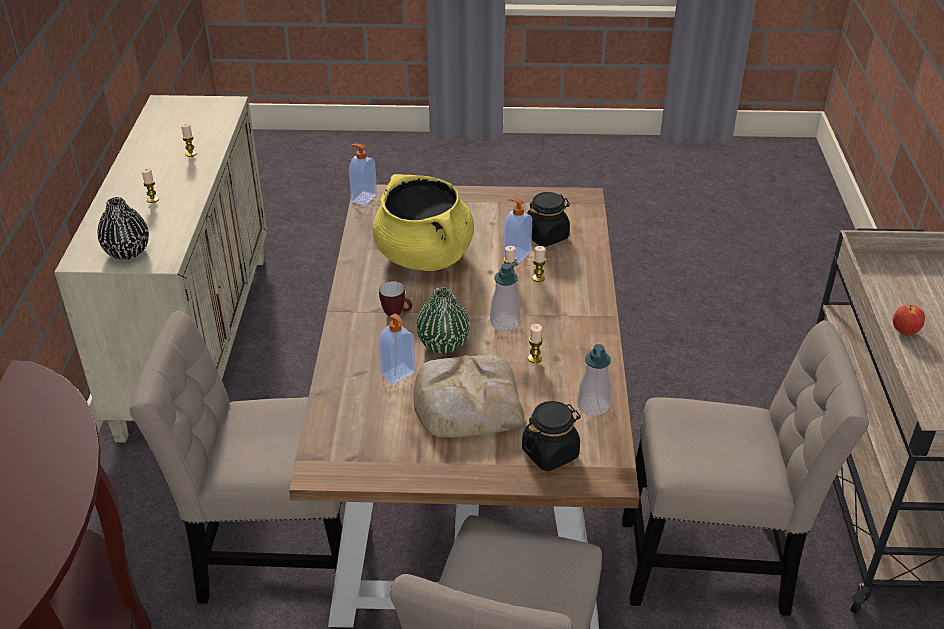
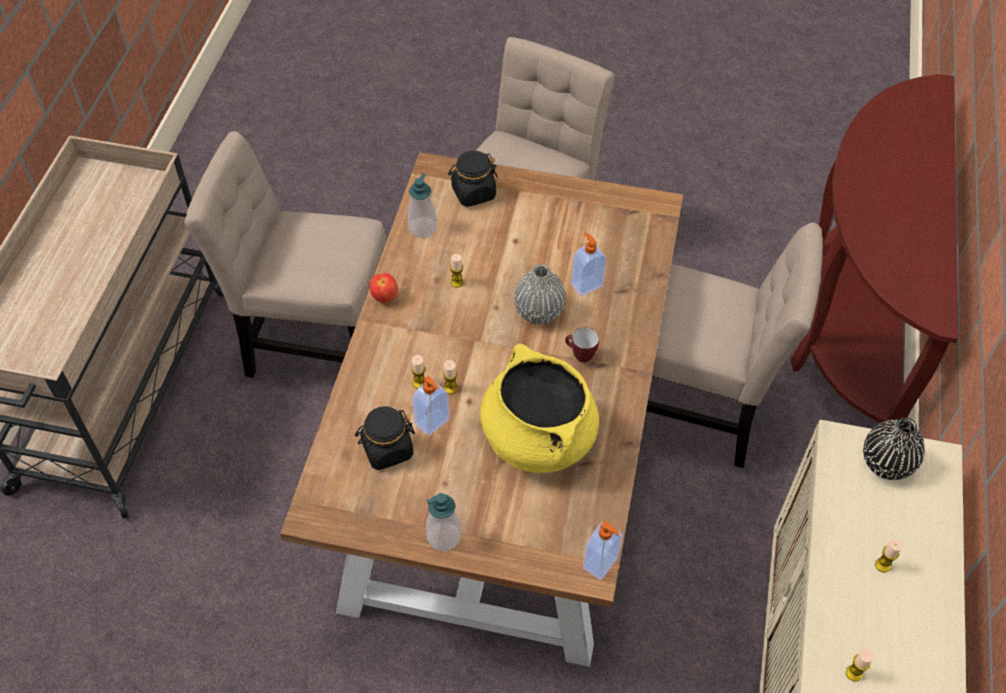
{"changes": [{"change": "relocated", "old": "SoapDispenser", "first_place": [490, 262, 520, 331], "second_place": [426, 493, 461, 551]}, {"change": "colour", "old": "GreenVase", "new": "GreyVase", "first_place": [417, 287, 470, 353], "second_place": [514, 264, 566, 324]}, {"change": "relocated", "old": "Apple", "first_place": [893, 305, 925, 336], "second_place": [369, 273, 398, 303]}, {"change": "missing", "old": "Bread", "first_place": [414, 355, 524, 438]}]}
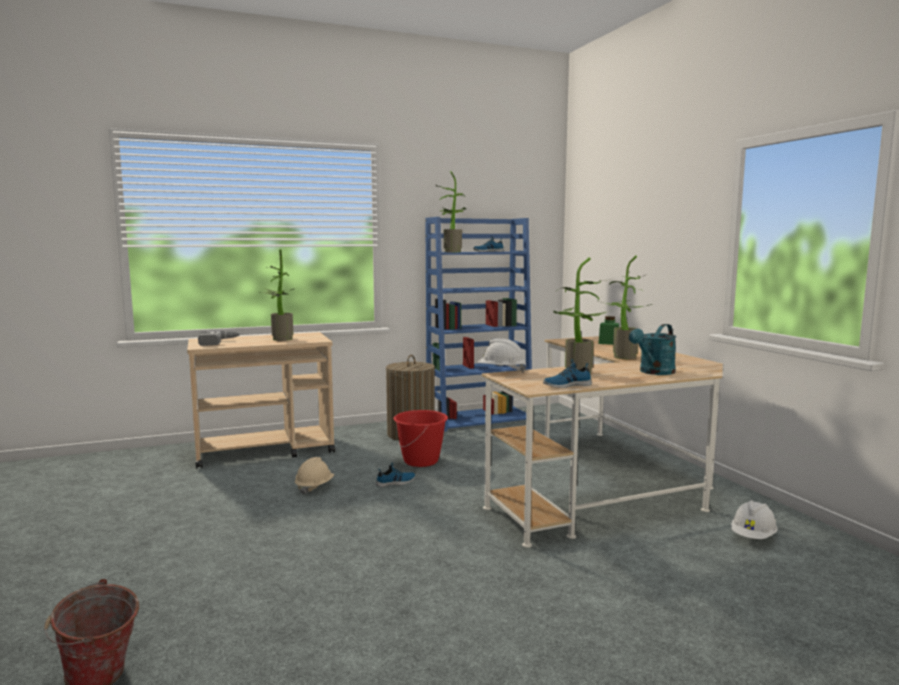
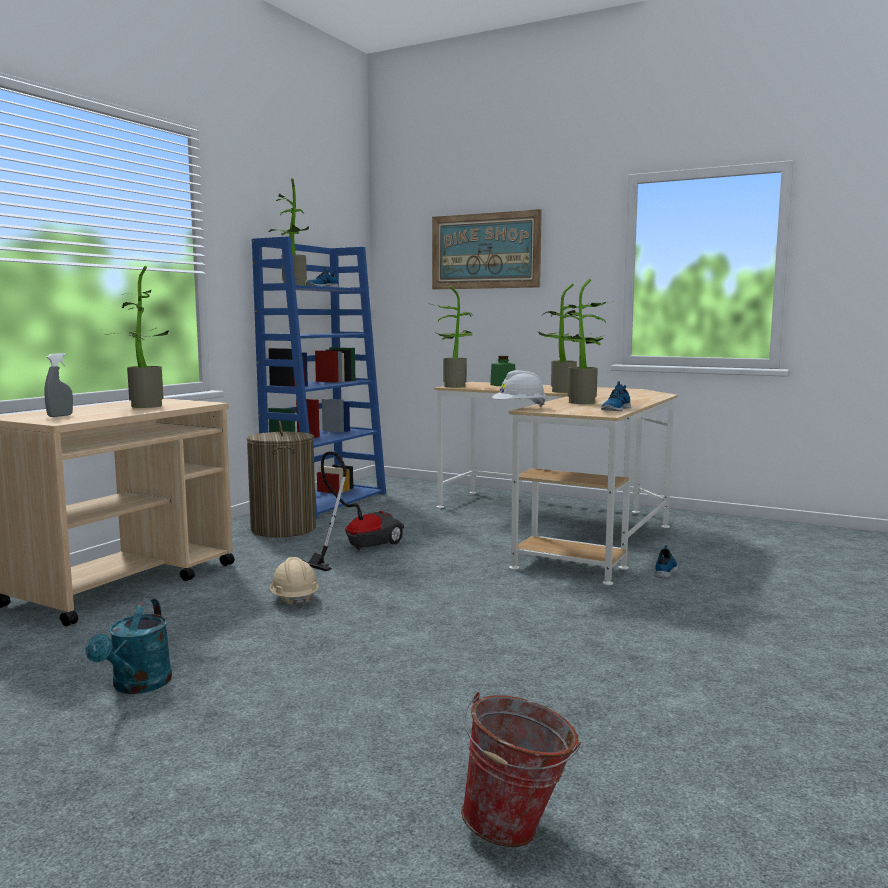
{"changes": [{"change": "relocated", "old": "TurquoiseWateringCan", "first_place": [629, 324, 676, 375], "second_place": [86, 598, 172, 694]}, {"change": "exchanged", "old": "PowerDrill", "new": "GreySprayBottle", "first_place": [198, 330, 241, 346], "second_place": [44, 353, 73, 417]}, {"change": "exchanged", "old": "RedBucket", "new": "VacuumCleaner", "first_place": [394, 410, 448, 467], "second_place": [302, 452, 404, 571]}, {"change": "relocated", "old": "Shoe", "first_place": [376, 463, 416, 487], "second_place": [654, 545, 678, 578]}, {"change": "missing", "old": "WhiteHardHat", "first_place": [731, 500, 778, 539]}, {"change": "appeared", "new": "Picture", "second_place": [432, 209, 542, 290]}, {"change": "appeared", "new": "PottedPlant", "second_place": [431, 286, 472, 388]}]}
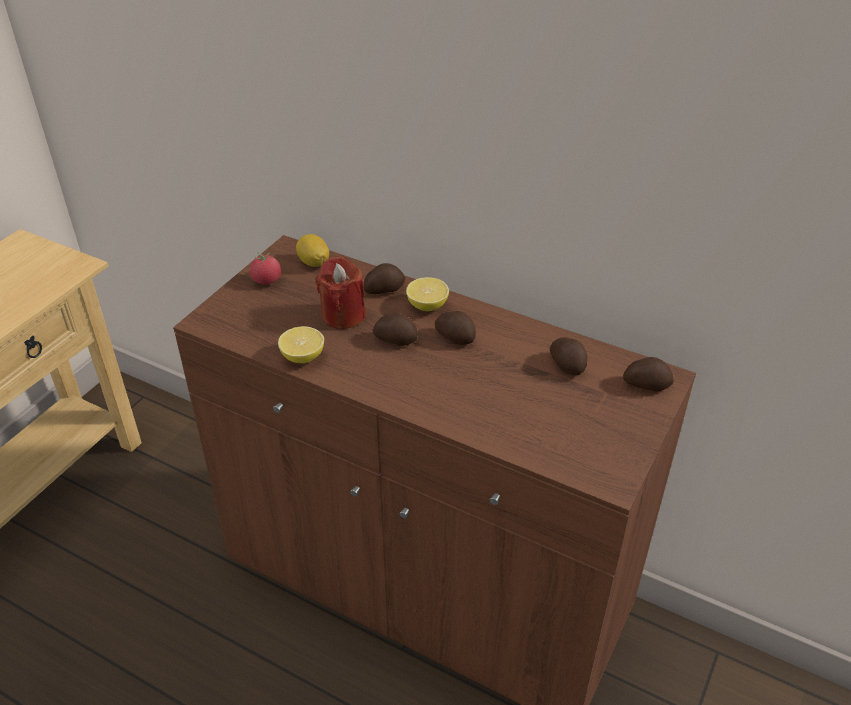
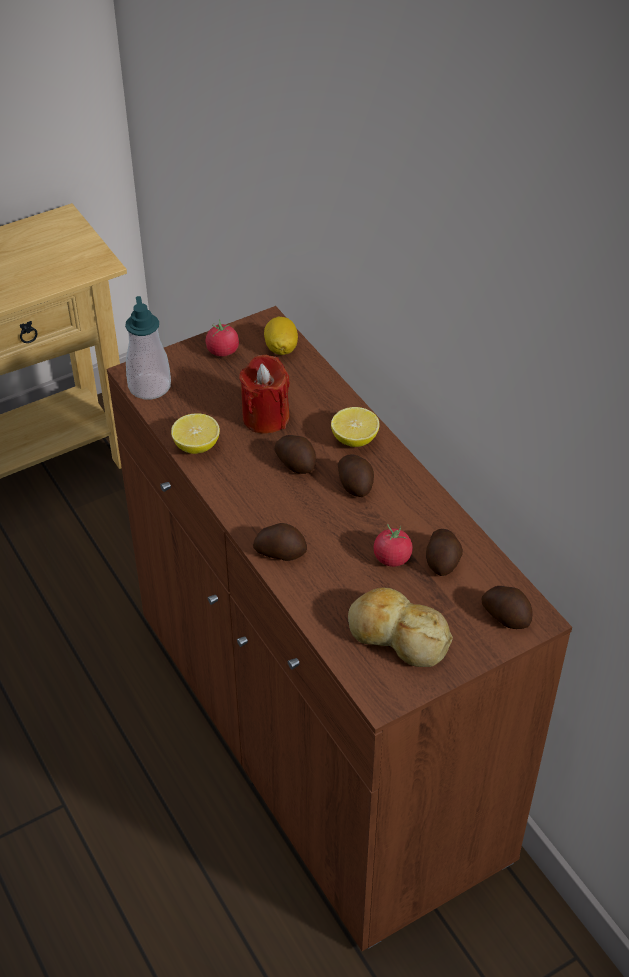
{"changes": [{"change": "relocated", "old": "Potato", "first_place": [364, 263, 405, 294], "second_place": [253, 523, 307, 561]}, {"change": "appeared", "new": "SoapDispenser", "second_place": [125, 296, 171, 399]}, {"change": "appeared", "new": "Tomato", "second_place": [374, 524, 413, 567]}, {"change": "appeared", "new": "Bread", "second_place": [348, 588, 453, 667]}]}
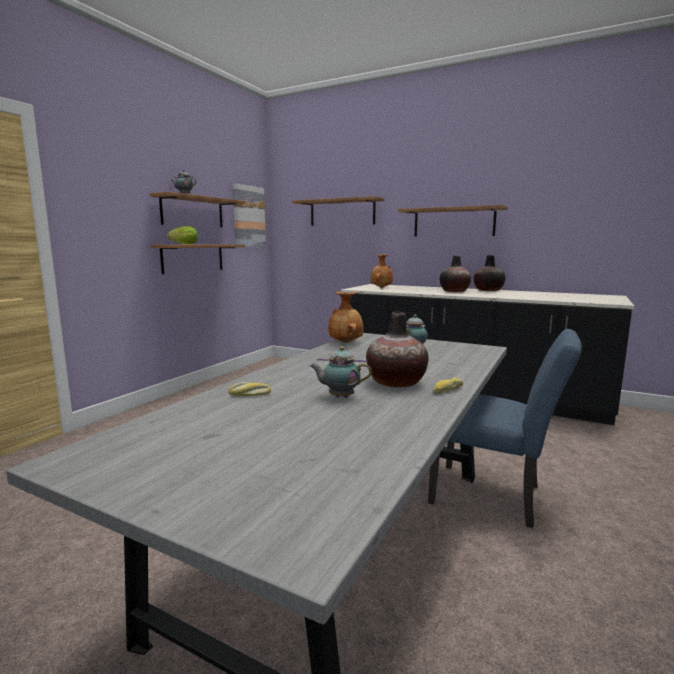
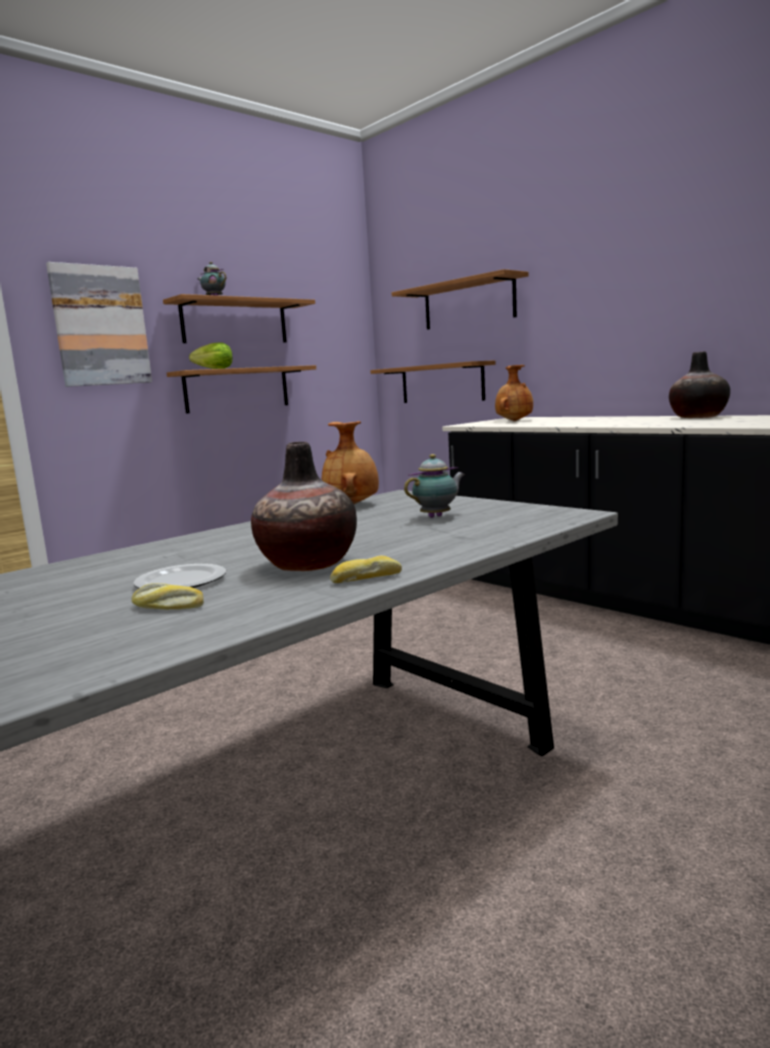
{"changes": [{"change": "relocated", "old": "Picture", "first_place": [233, 183, 266, 247], "second_place": [46, 262, 152, 387]}, {"change": "relocated", "old": "Shelf", "first_place": [398, 205, 508, 237], "second_place": [370, 360, 496, 403]}, {"change": "missing", "old": "Vase", "first_place": [440, 256, 471, 292]}, {"change": "missing", "old": "BlueChair", "first_place": [428, 329, 582, 528]}, {"change": "exchanged", "old": "Teapot", "new": "Plate", "first_place": [310, 346, 372, 398], "second_place": [134, 564, 226, 588]}, {"change": "relocated", "old": "Bread", "first_place": [228, 382, 271, 396], "second_place": [131, 583, 204, 610]}]}
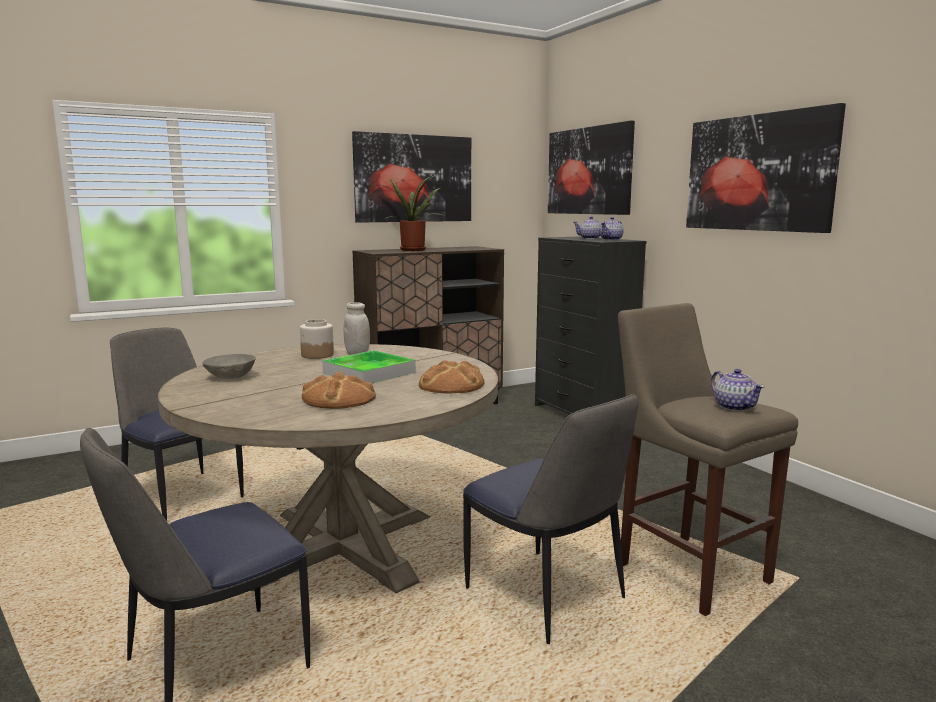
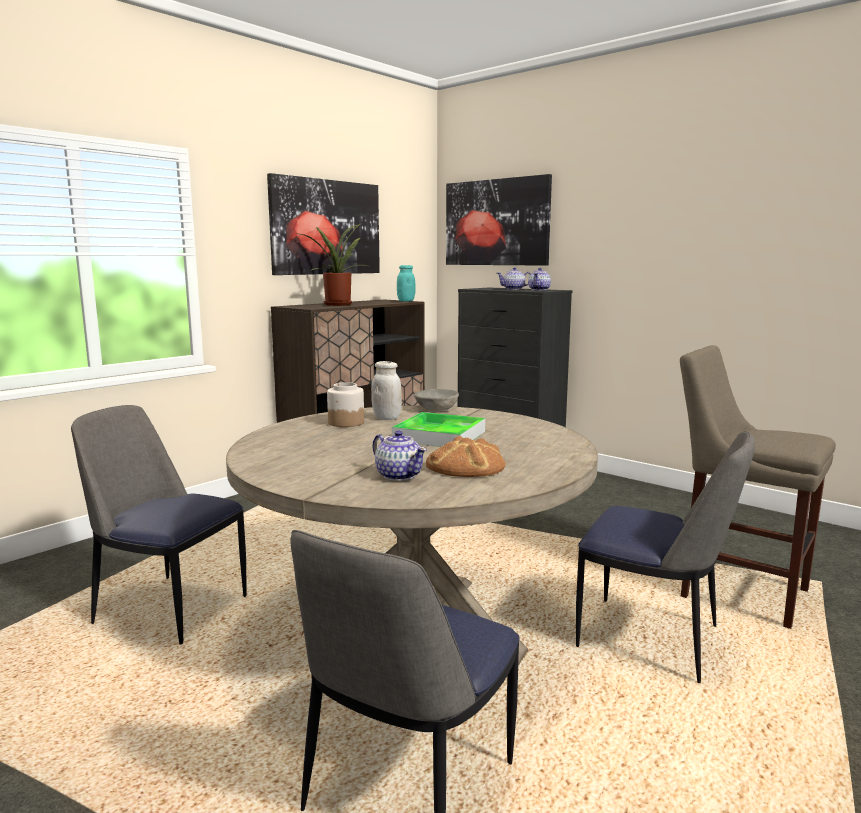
{"changes": [{"change": "missing", "old": "Picture", "first_place": [686, 103, 846, 233]}, {"change": "relocated", "old": "GreyBowl", "first_place": [202, 354, 256, 379], "second_place": [414, 389, 459, 411]}, {"change": "missing", "old": "Bread", "first_place": [419, 361, 485, 393]}, {"change": "relocated", "old": "Teapot", "first_place": [711, 369, 765, 411], "second_place": [373, 430, 427, 481]}, {"change": "appeared", "new": "TurquoiseJar", "second_place": [397, 265, 416, 302]}]}
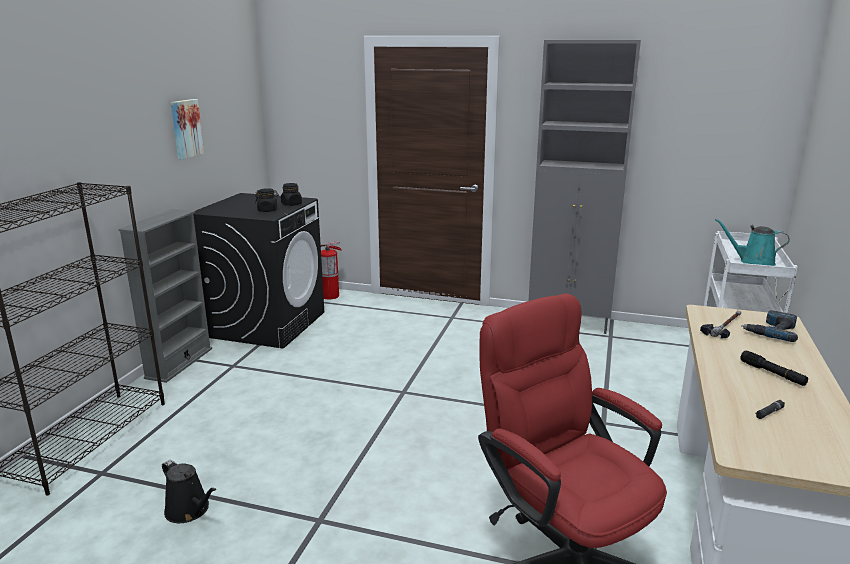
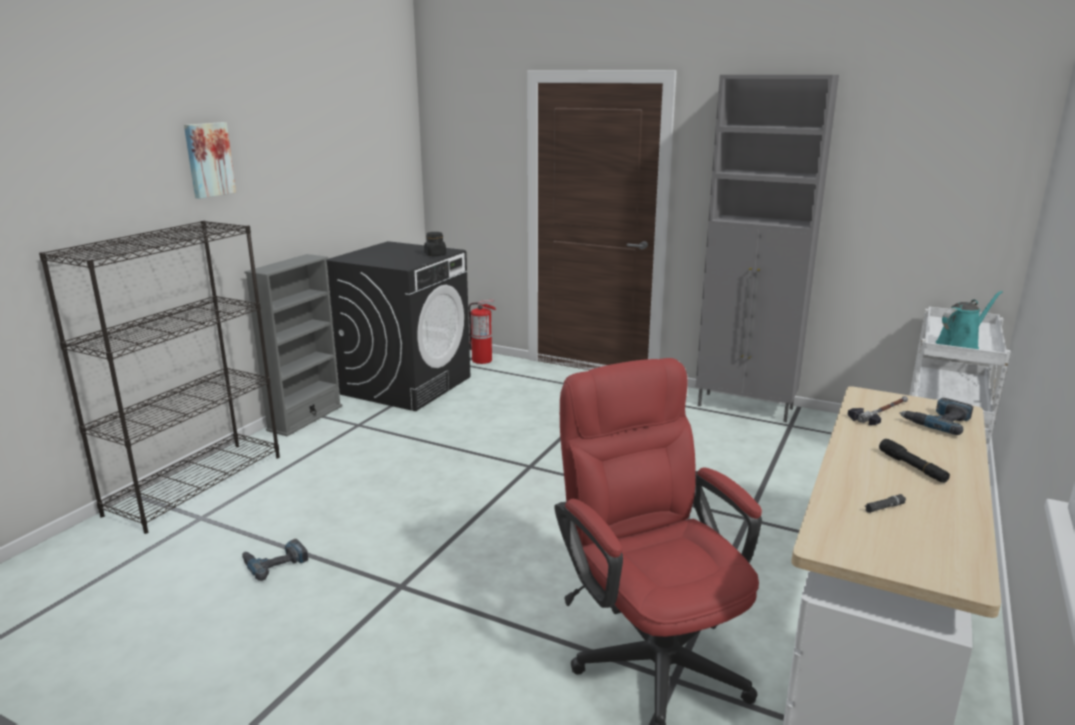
{"changes": [{"change": "relocated", "old": "Picture", "first_place": [171, 99, 204, 159], "second_place": [184, 122, 236, 199]}, {"change": "missing", "old": "BlackJar", "first_place": [255, 188, 279, 212]}, {"change": "spun", "old": "TurquoiseWateringCan", "first_place": [715, 219, 790, 266], "second_place": [936, 291, 1003, 349], "degrees": 120}, {"change": "exchanged", "old": "BlackWateringCan", "new": "PowerDrill", "first_place": [162, 460, 216, 523], "second_place": [242, 539, 308, 581]}]}
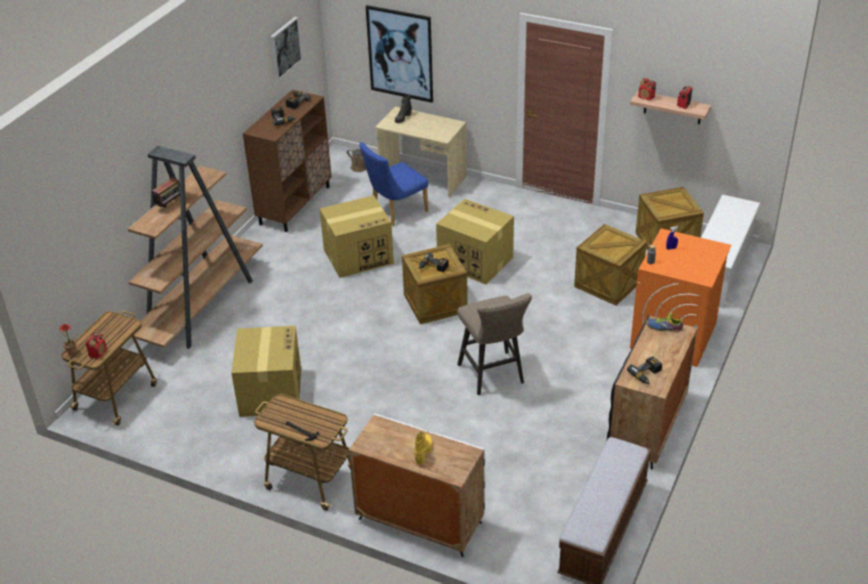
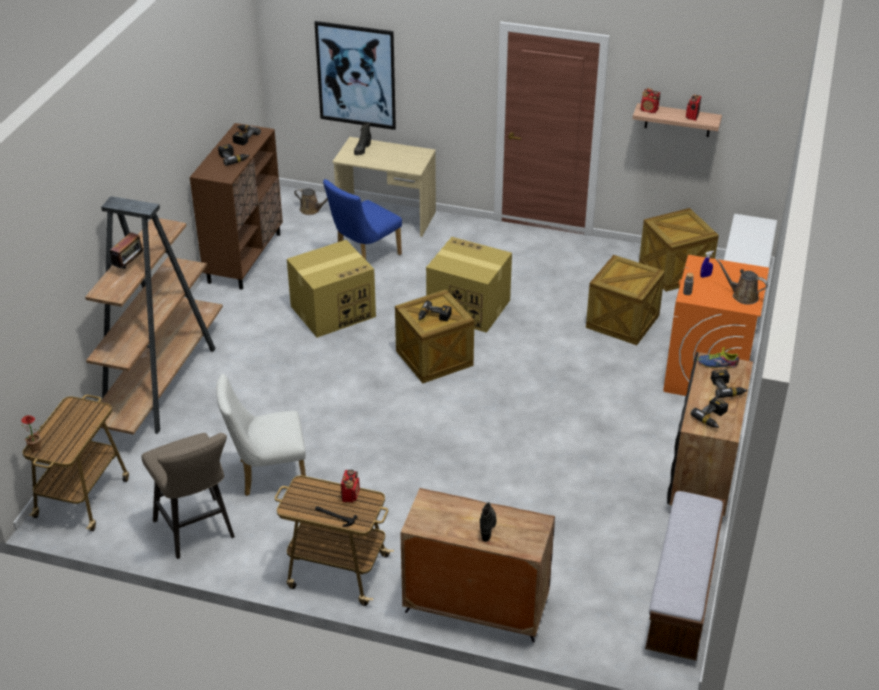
{"changes": [{"change": "missing", "old": "Picture", "first_place": [270, 17, 302, 80]}, {"change": "relocated", "old": "BeigeStool", "first_place": [457, 293, 532, 395], "second_place": [141, 433, 235, 559]}, {"change": "exchanged", "old": "CardboardBox", "new": "WhiteChair", "first_place": [231, 326, 301, 417], "second_place": [217, 374, 306, 496]}, {"change": "relocated", "old": "Radio", "first_place": [85, 332, 107, 359], "second_place": [341, 470, 360, 503]}, {"change": "colour", "old": "WhiteCabinet", "new": "BrownCabinet", "first_place": [349, 413, 485, 557], "second_place": [400, 488, 555, 642]}, {"change": "colour", "old": "YellowBoot", "new": "BlackBoot", "first_place": [414, 431, 433, 465], "second_place": [480, 502, 496, 542]}, {"change": "appeared", "new": "BrownWateringCan", "second_place": [716, 259, 768, 304]}, {"change": "appeared", "new": "PowerDrill", "second_place": [711, 369, 747, 398]}]}
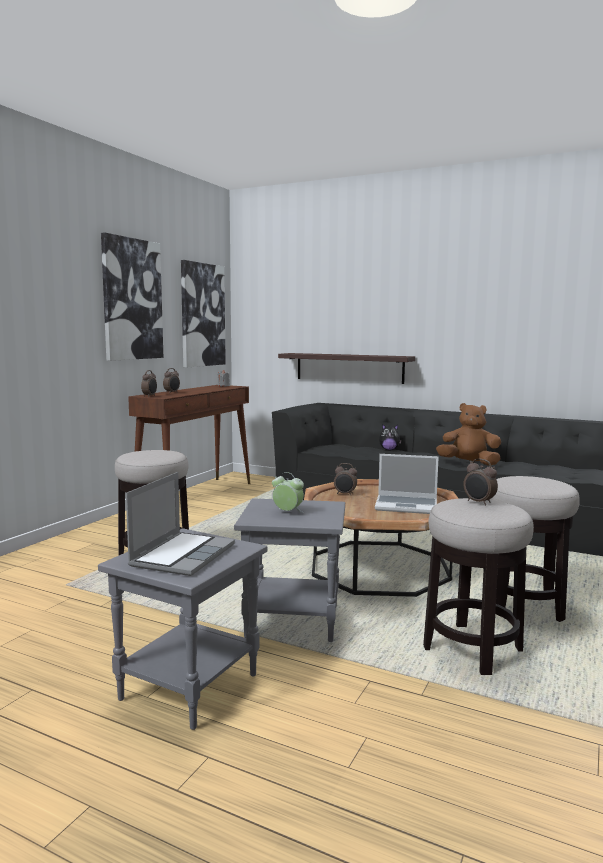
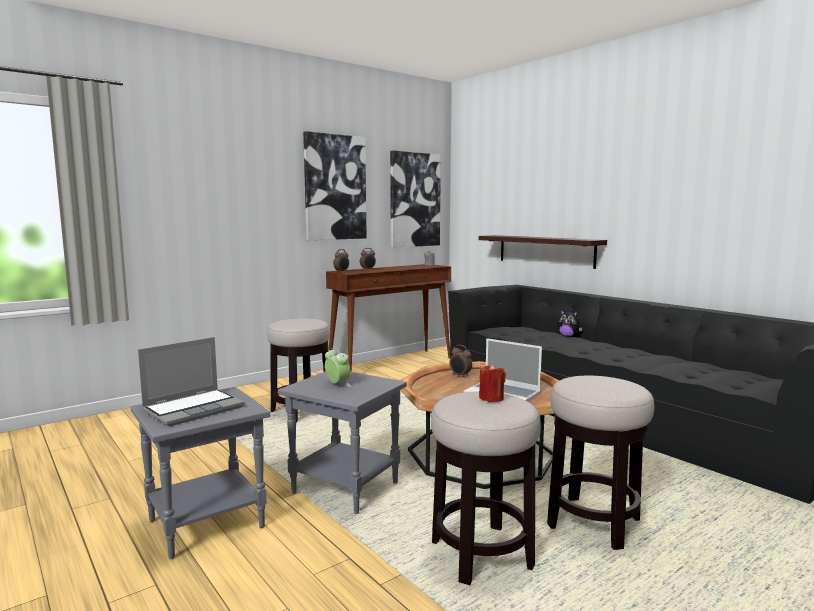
{"changes": [{"change": "missing", "old": "BrownPlushToy", "first_place": [436, 403, 501, 466]}, {"change": "exchanged", "old": "AlarmClock", "new": "RedCandle", "first_place": [463, 459, 498, 506], "second_place": [479, 364, 506, 402]}]}
